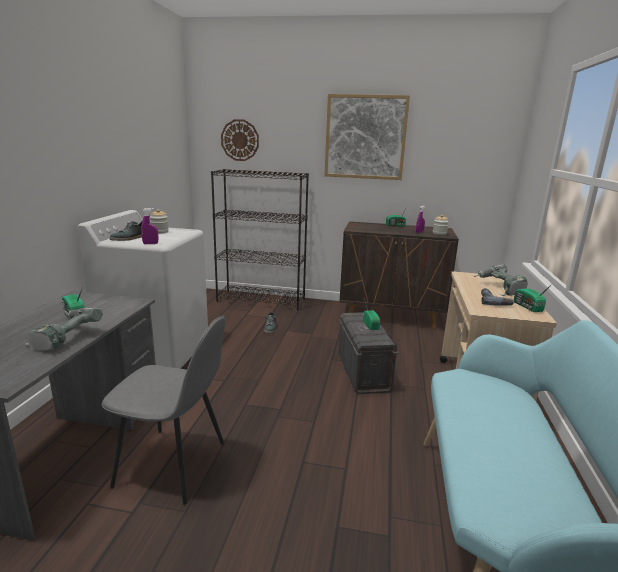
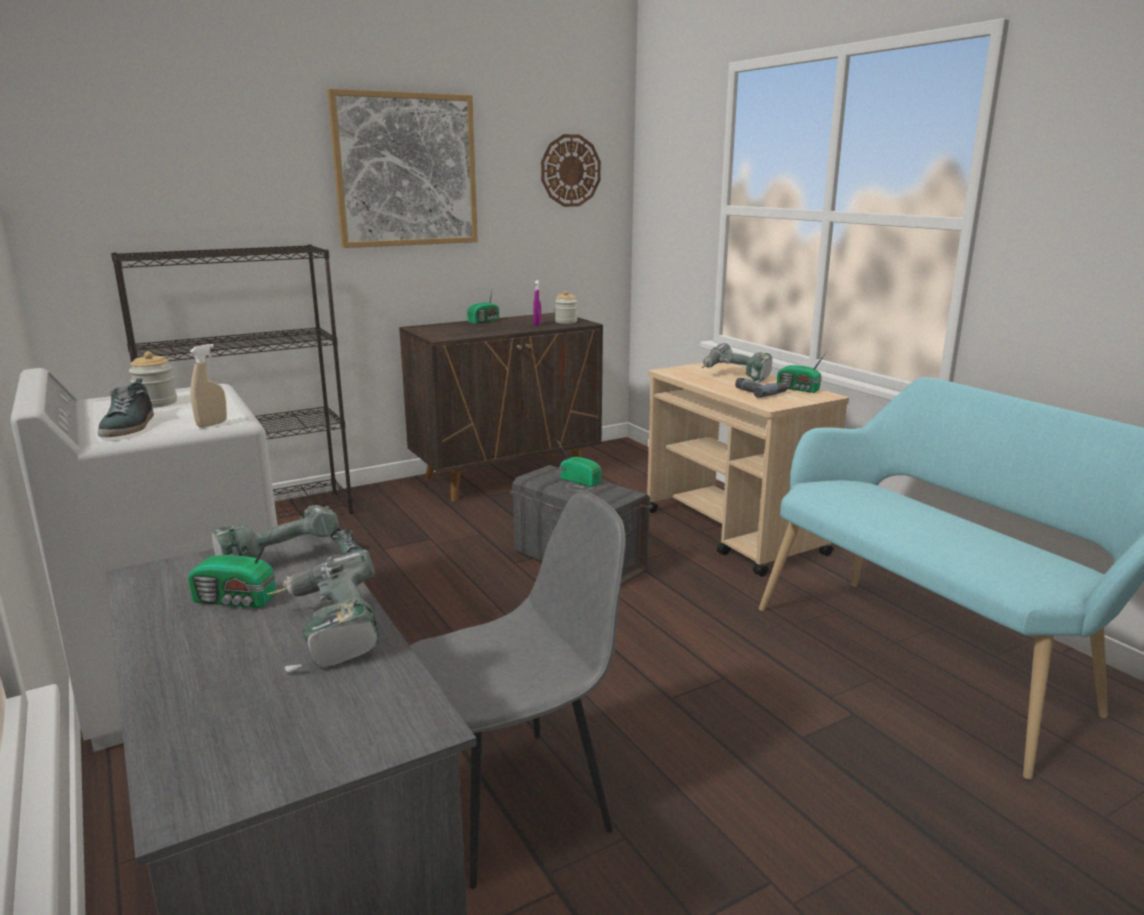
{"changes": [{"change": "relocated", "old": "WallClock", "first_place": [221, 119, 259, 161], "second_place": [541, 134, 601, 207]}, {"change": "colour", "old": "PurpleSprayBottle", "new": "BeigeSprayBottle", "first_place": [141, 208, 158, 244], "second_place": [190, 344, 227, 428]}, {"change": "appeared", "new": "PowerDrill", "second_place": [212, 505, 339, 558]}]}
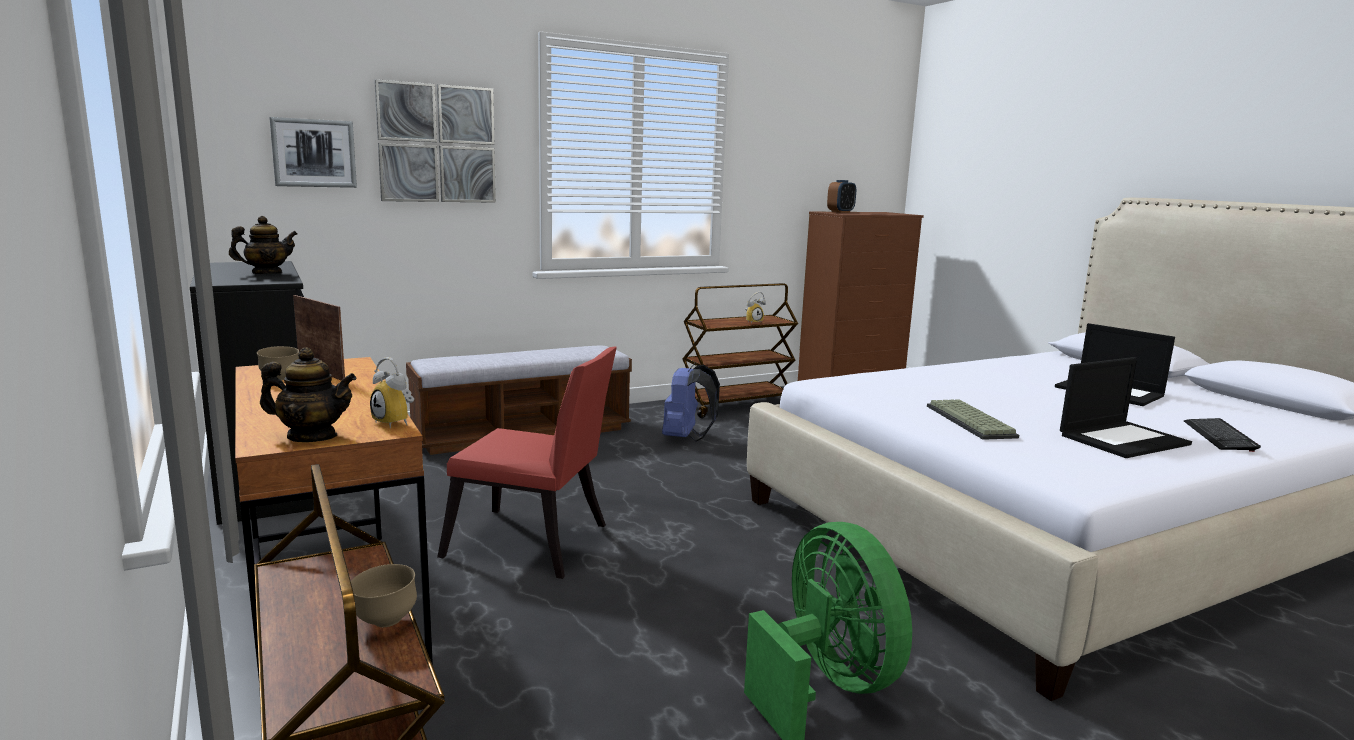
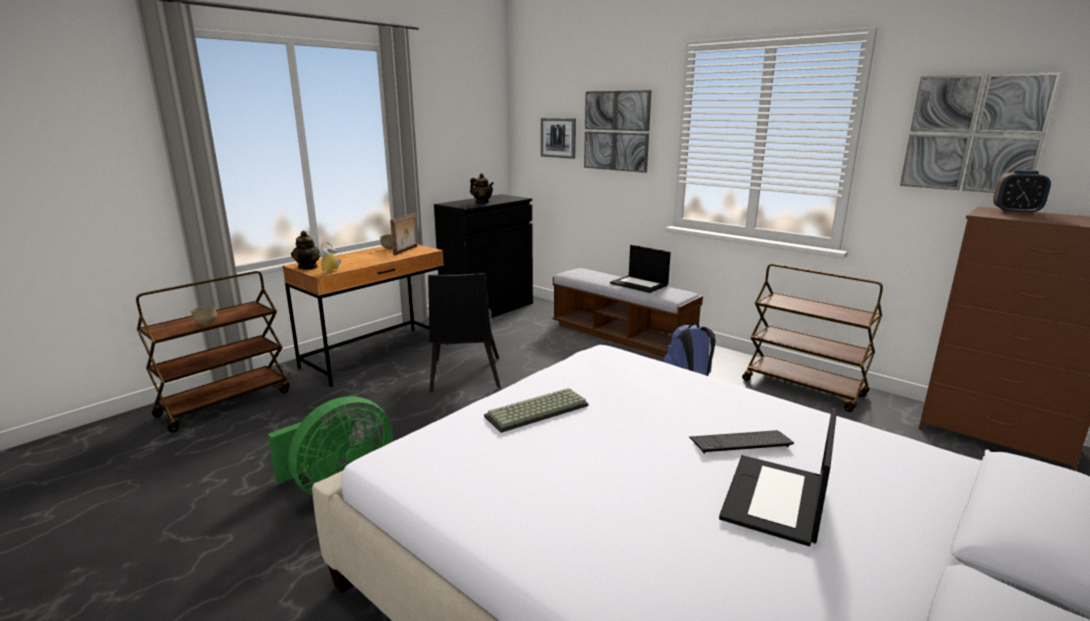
{"changes": [{"change": "missing", "old": "AlarmClock", "first_place": [745, 292, 766, 323]}, {"change": "colour", "old": "RedChair", "new": "BlackChair", "first_place": [437, 346, 617, 579], "second_place": [428, 273, 501, 392]}, {"change": "relocated", "old": "Laptop", "first_place": [1060, 357, 1192, 458], "second_place": [610, 245, 671, 293]}, {"change": "relocated", "old": "Keyboard", "first_place": [1184, 418, 1261, 452], "second_place": [689, 430, 794, 454]}, {"change": "appeared", "new": "Picture", "second_place": [900, 72, 1061, 193]}]}
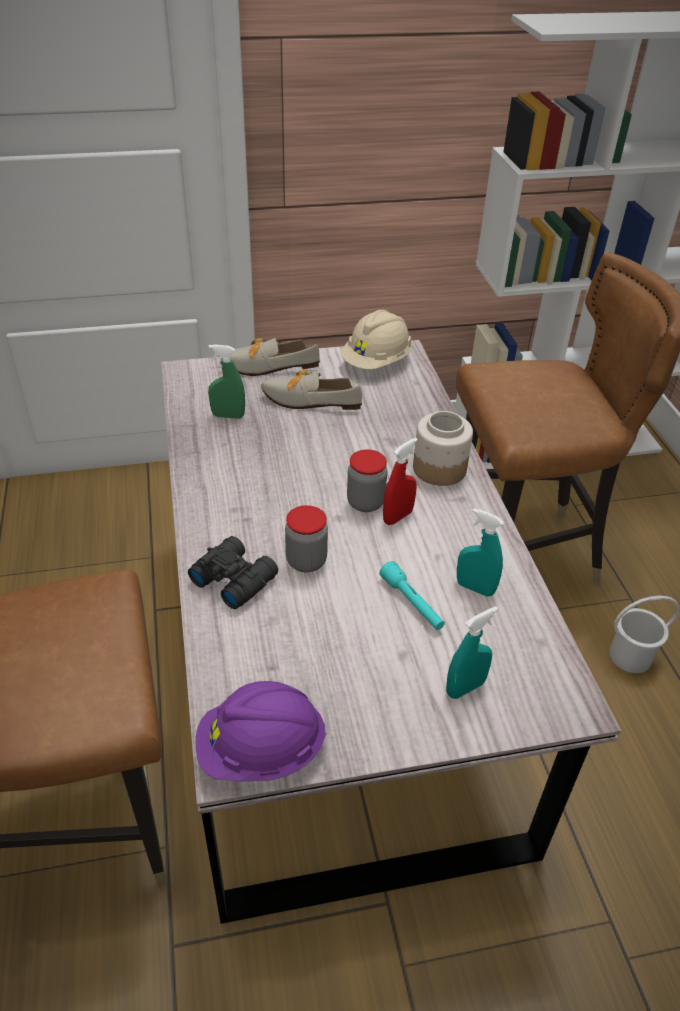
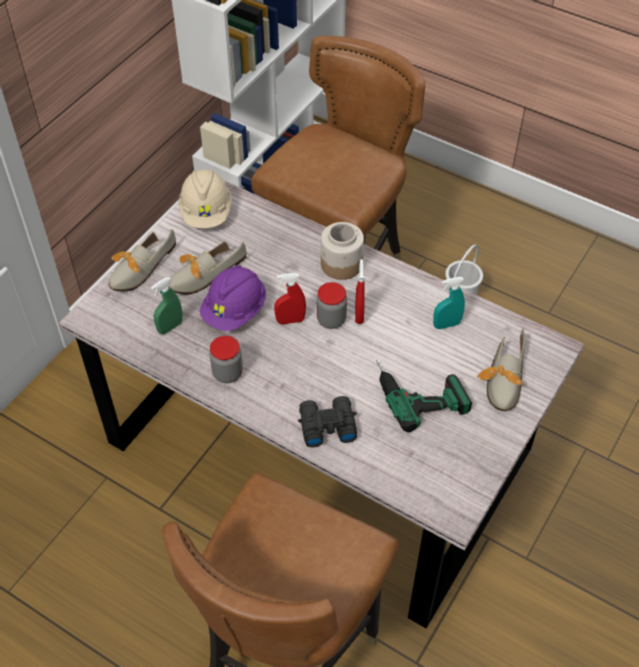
{"changes": [{"change": "relocated", "old": "Jar", "first_place": [285, 505, 328, 572], "second_place": [209, 336, 243, 383]}, {"change": "missing", "old": "TurquoiseFlashlight", "first_place": [380, 561, 445, 630]}, {"change": "exchanged", "old": "TurquoiseSprayBottle", "new": "Shoe", "first_place": [446, 606, 498, 699], "second_place": [477, 328, 525, 411]}, {"change": "relocated", "old": "PurpleHardHat", "first_place": [195, 681, 327, 782], "second_place": [200, 266, 266, 331]}, {"change": "appeared", "new": "RedSprayBottle", "second_place": [274, 273, 306, 324]}, {"change": "appeared", "new": "PowerDrill", "second_place": [376, 360, 472, 432]}]}
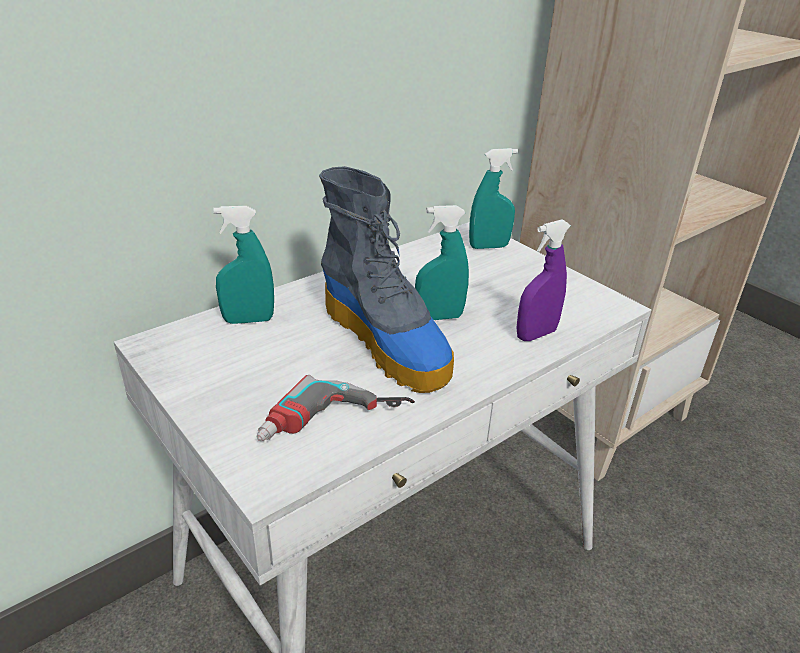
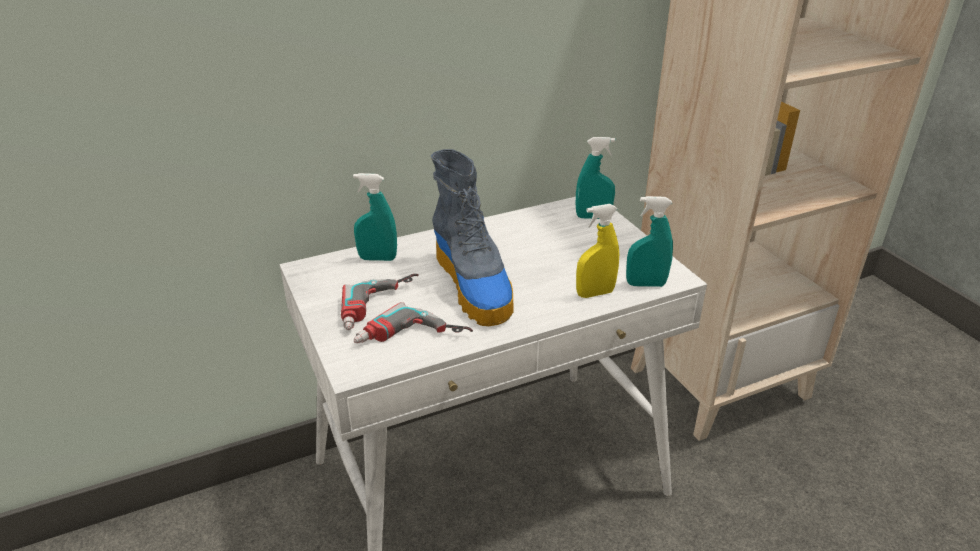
{"changes": [{"change": "relocated", "old": "TurquoiseSprayBottle", "first_place": [415, 205, 469, 320], "second_place": [626, 196, 673, 287]}, {"change": "colour", "old": "PurpleSprayBottle", "new": "YellowSprayBottle", "first_place": [517, 219, 571, 341], "second_place": [576, 204, 619, 298]}, {"change": "appeared", "new": "PowerDrill", "second_place": [341, 274, 419, 330]}]}
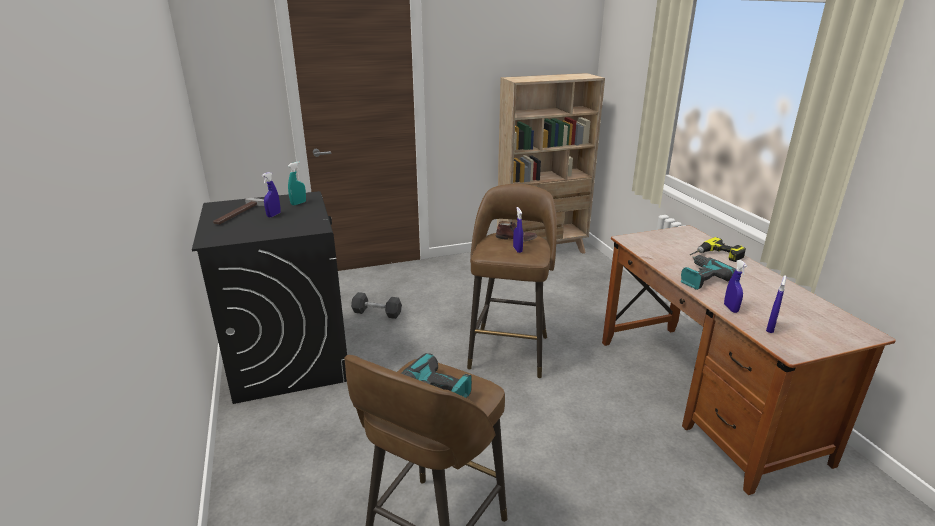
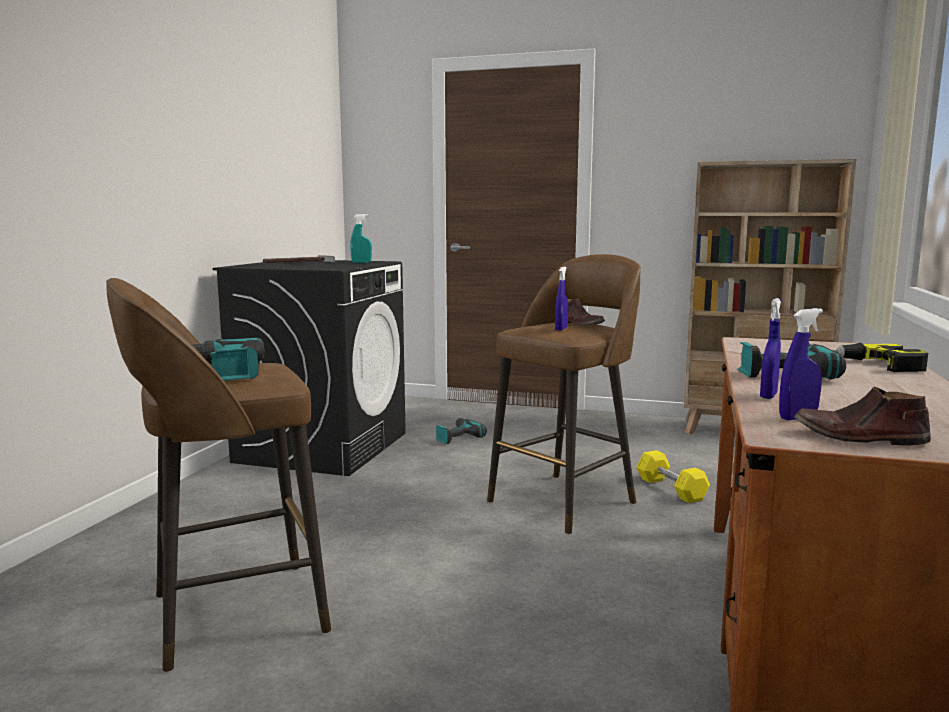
{"changes": [{"change": "missing", "old": "BlueSprayBottle", "first_place": [262, 172, 281, 218]}, {"change": "exchanged", "old": "GreyDumbbell", "new": "PowerDrill", "first_place": [351, 292, 402, 319], "second_place": [436, 418, 487, 444]}, {"change": "appeared", "new": "BrownShoe", "second_place": [794, 387, 931, 446]}, {"change": "appeared", "new": "YellowDumbbell", "second_place": [636, 450, 710, 503]}]}
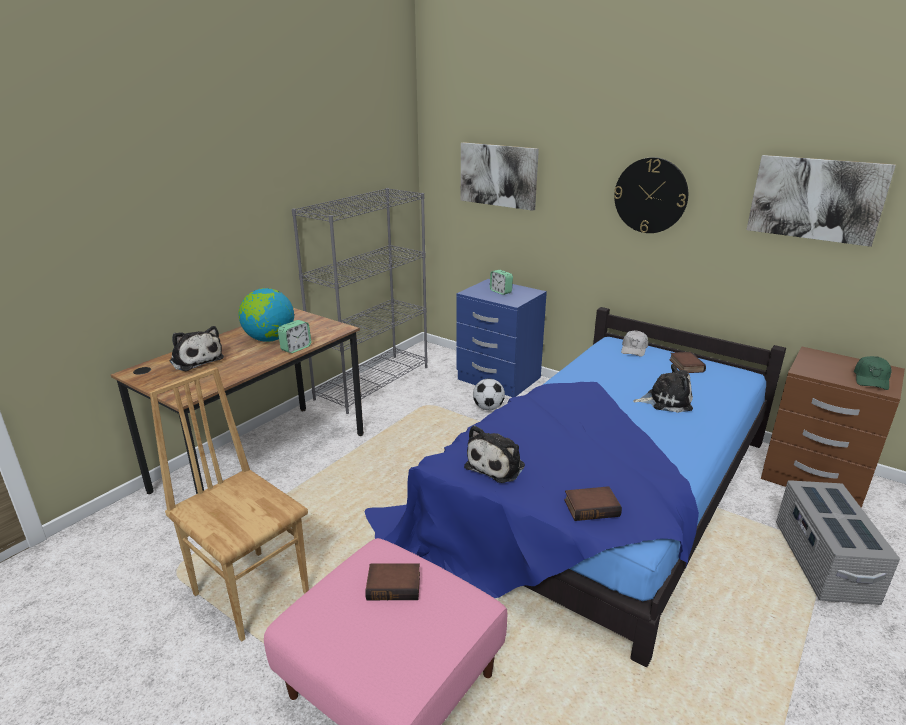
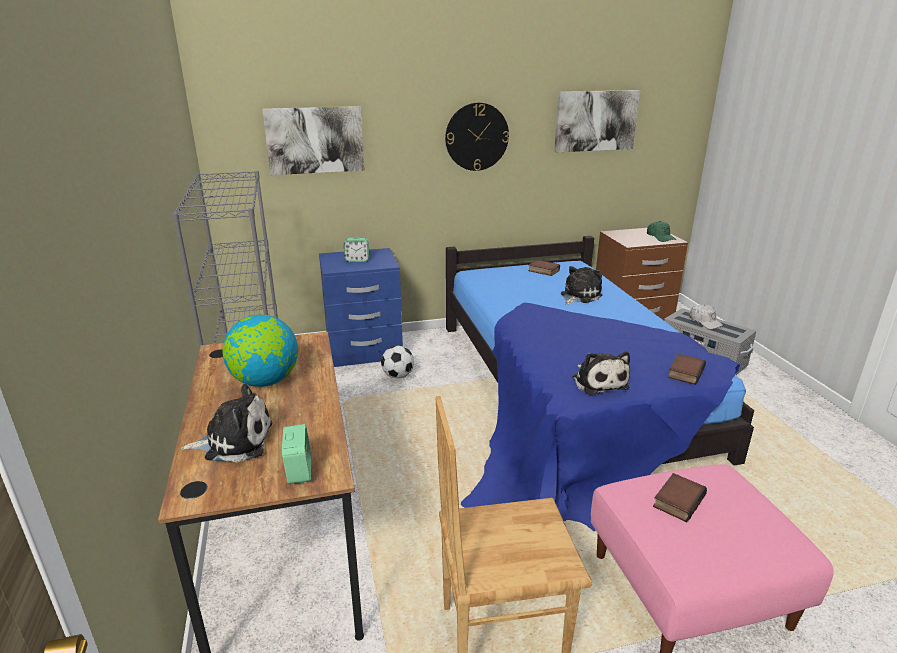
{"changes": [{"change": "relocated", "old": "AlarmClock", "first_place": [278, 320, 311, 353], "second_place": [282, 424, 311, 484]}, {"change": "relocated", "old": "WhiteCap", "first_place": [621, 331, 648, 357], "second_place": [690, 305, 724, 329]}]}
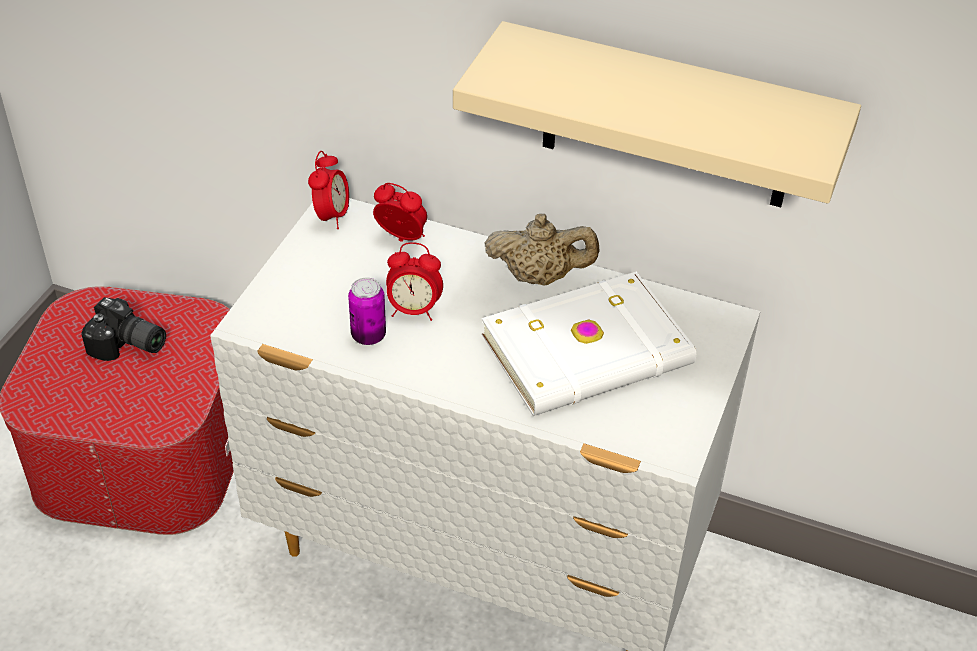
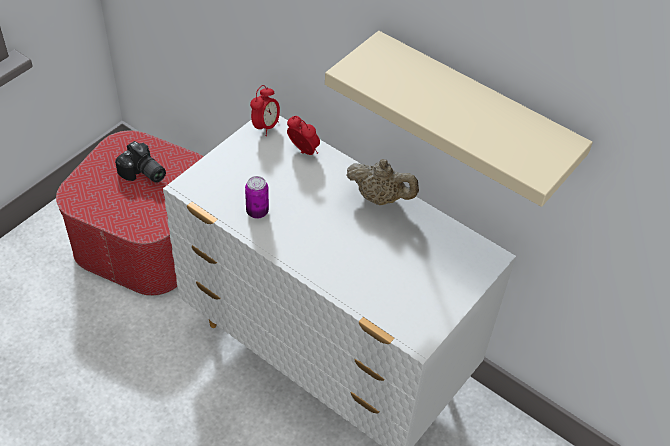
{"changes": [{"change": "missing", "old": "AlarmClock", "first_place": [386, 242, 443, 321]}, {"change": "missing", "old": "WhiteBook", "first_place": [482, 272, 696, 416]}]}
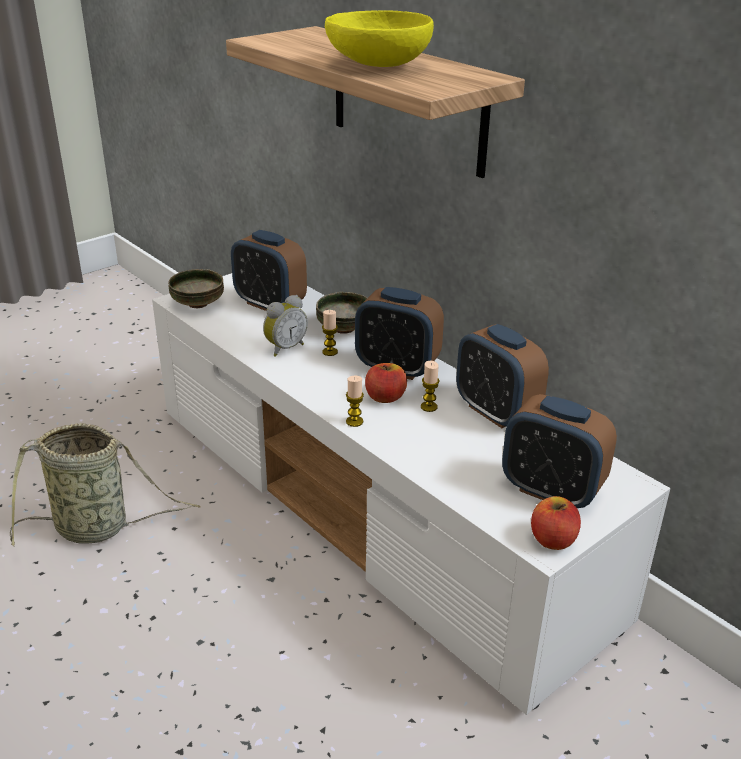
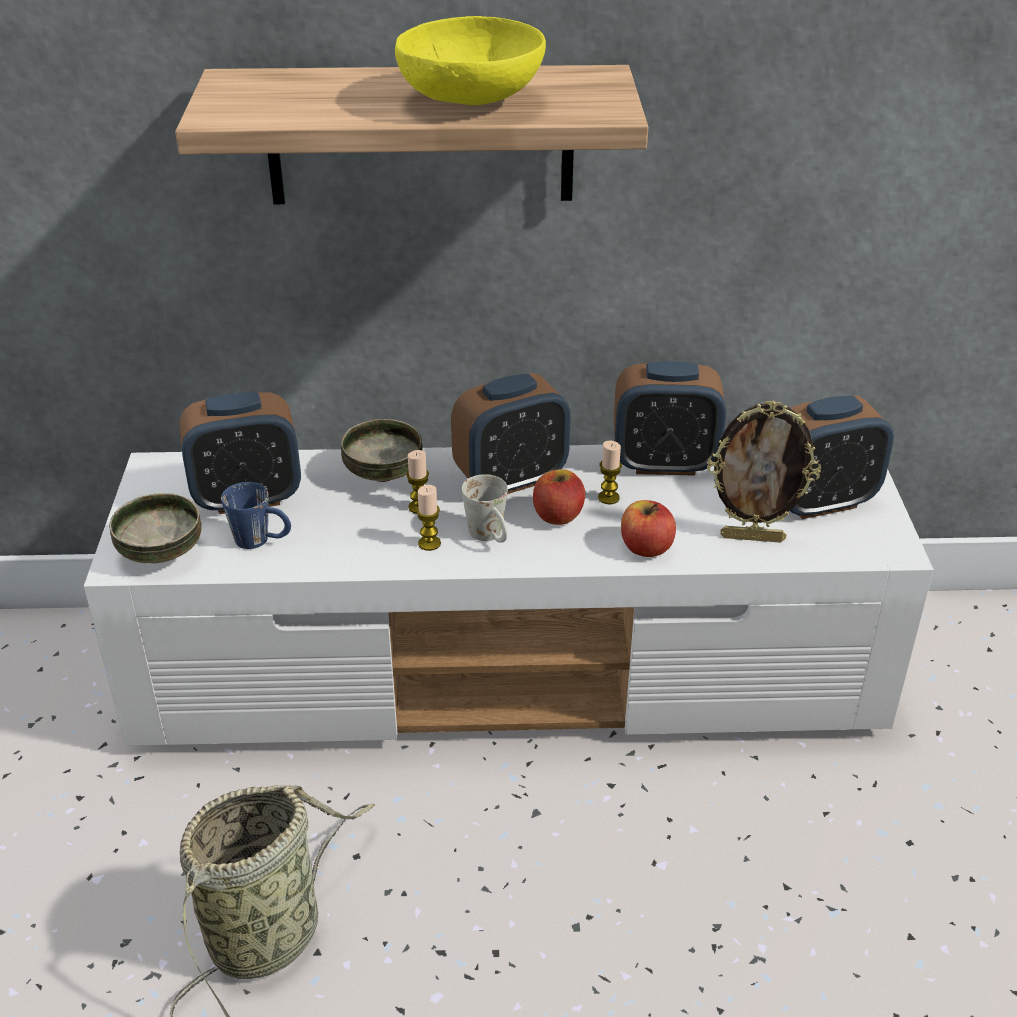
{"changes": [{"change": "missing", "old": "AlarmClock", "first_place": [263, 295, 308, 357]}, {"change": "relocated", "old": "Candle", "first_place": [346, 375, 364, 427], "second_place": [416, 485, 441, 551]}, {"change": "relocated", "old": "Apple", "first_place": [531, 496, 581, 550], "second_place": [621, 500, 676, 557]}, {"change": "appeared", "new": "PictureFrame", "second_place": [707, 400, 821, 543]}, {"change": "appeared", "new": "WhiteMug", "second_place": [461, 474, 508, 543]}, {"change": "appeared", "new": "BlueMug", "second_place": [221, 482, 291, 549]}]}
